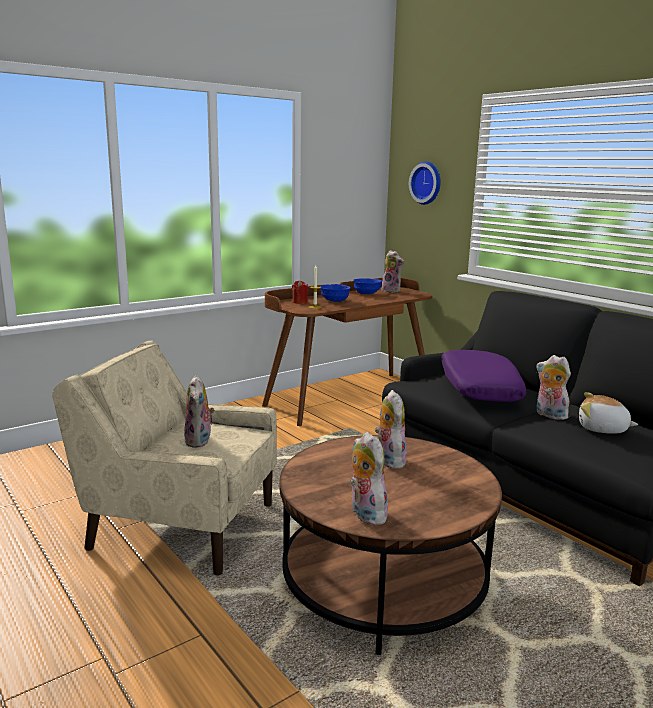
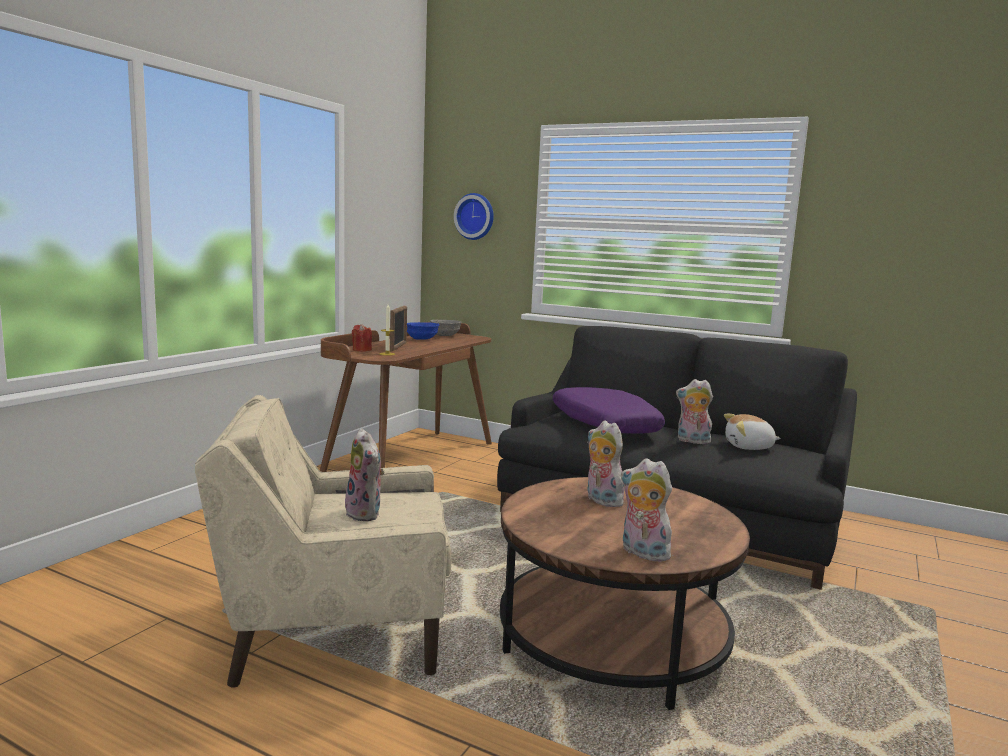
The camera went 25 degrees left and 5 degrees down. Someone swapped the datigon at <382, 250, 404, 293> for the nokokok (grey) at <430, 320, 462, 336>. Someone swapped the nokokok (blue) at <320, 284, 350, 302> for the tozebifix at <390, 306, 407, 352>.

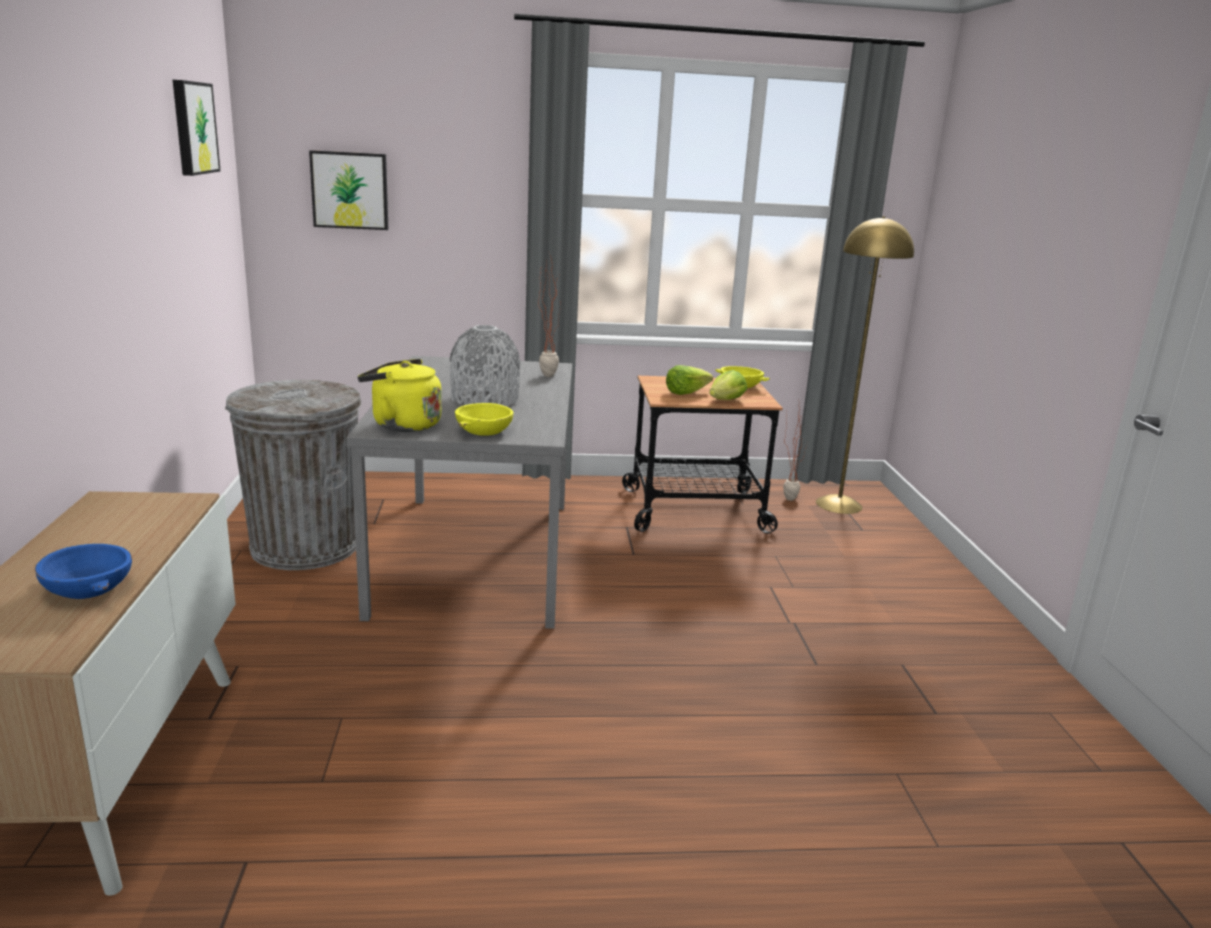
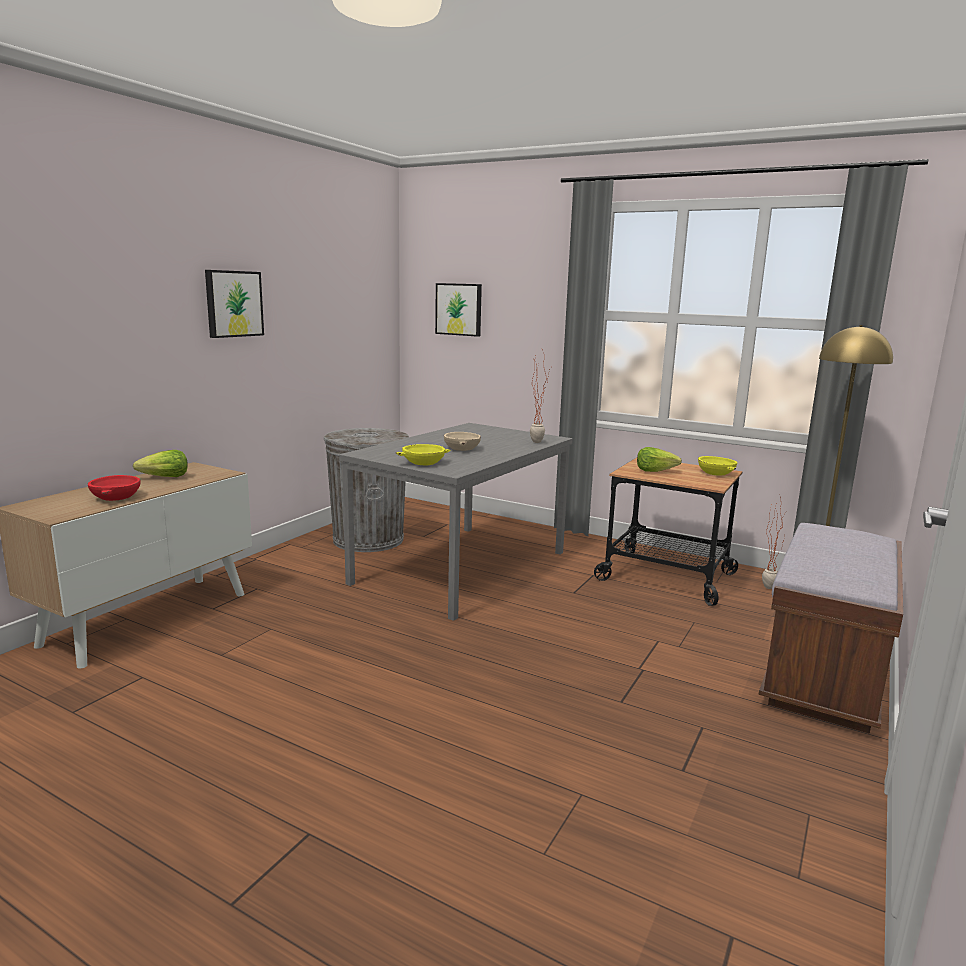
The camera went 35 degrees right and 5 degrees down. Someone carried the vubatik from <173, 80, 220, 176> to <205, 270, 264, 338>. Someone swapped the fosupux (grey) at <450, 325, 520, 407> for the nokokok (beige) at <444, 432, 481, 451>. Someone took away the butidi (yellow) at <358, 359, 442, 432>. Someone carried the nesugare from <709, 370, 747, 400> to <133, 450, 188, 477>. Someone repainted the nokokok (blue) at <35, 544, 132, 599>, which became the nokokok (red) at <88, 475, 141, 501>. Someone put down the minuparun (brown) at <758, 523, 903, 734>.

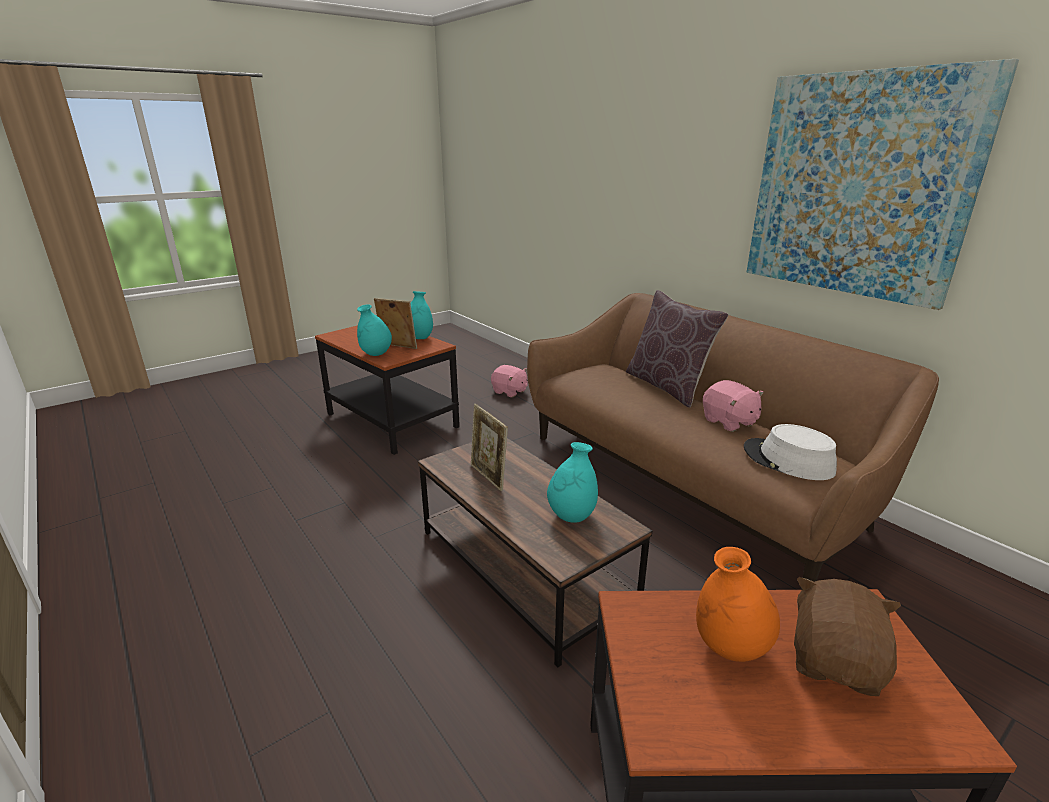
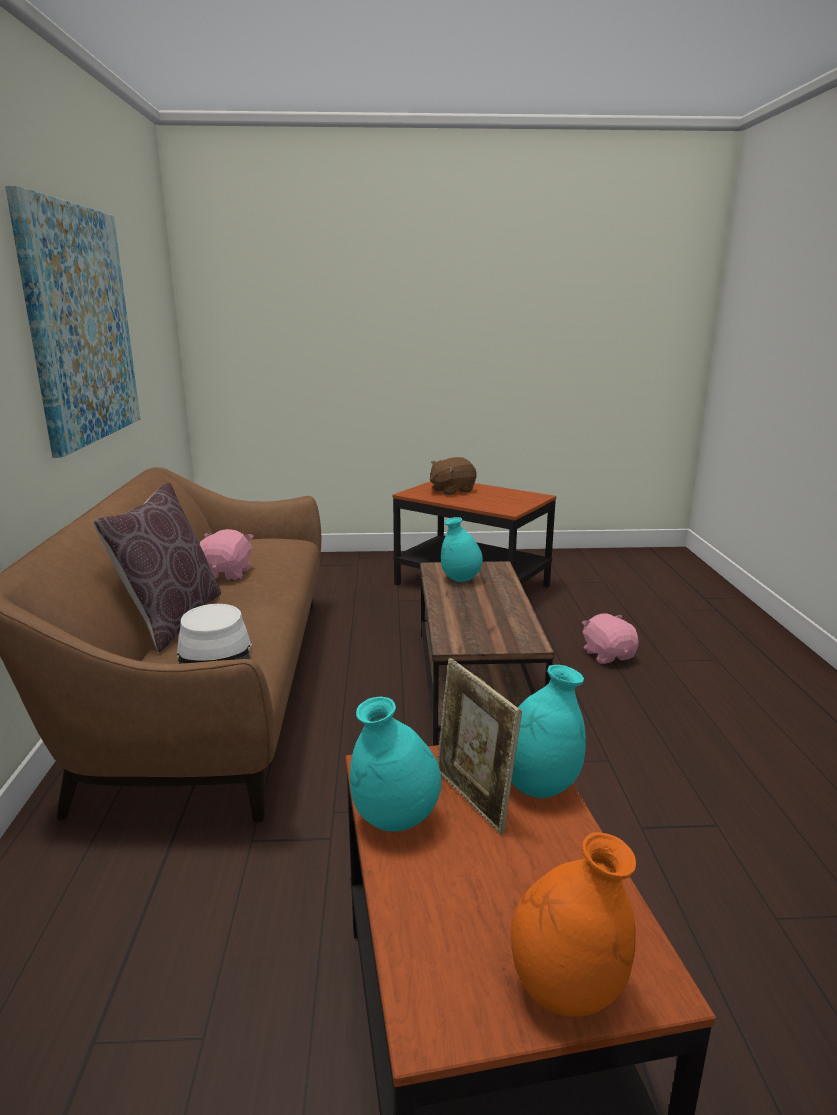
The camera went 145 degrees left and 5 degrees down. Someone carried the datigon (pink) from <491, 365, 528, 397> to <582, 614, 639, 664>. Someone took away the tozebifix at <471, 404, 508, 491>. Someone carried the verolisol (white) from <744, 424, 837, 480> to <177, 604, 252, 664>. Someone carried the fosupux (orange) from <696, 547, 780, 662> to <511, 832, 636, 1017>.

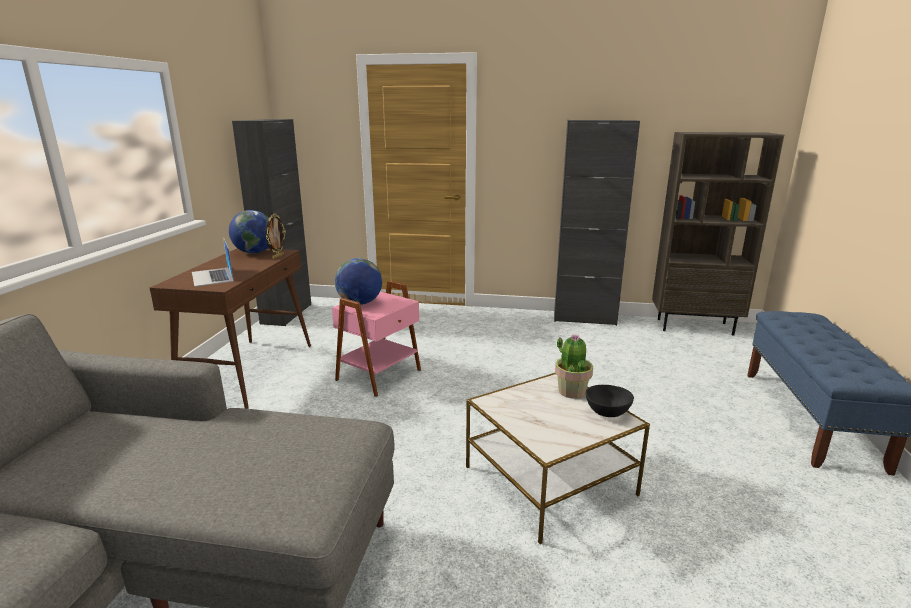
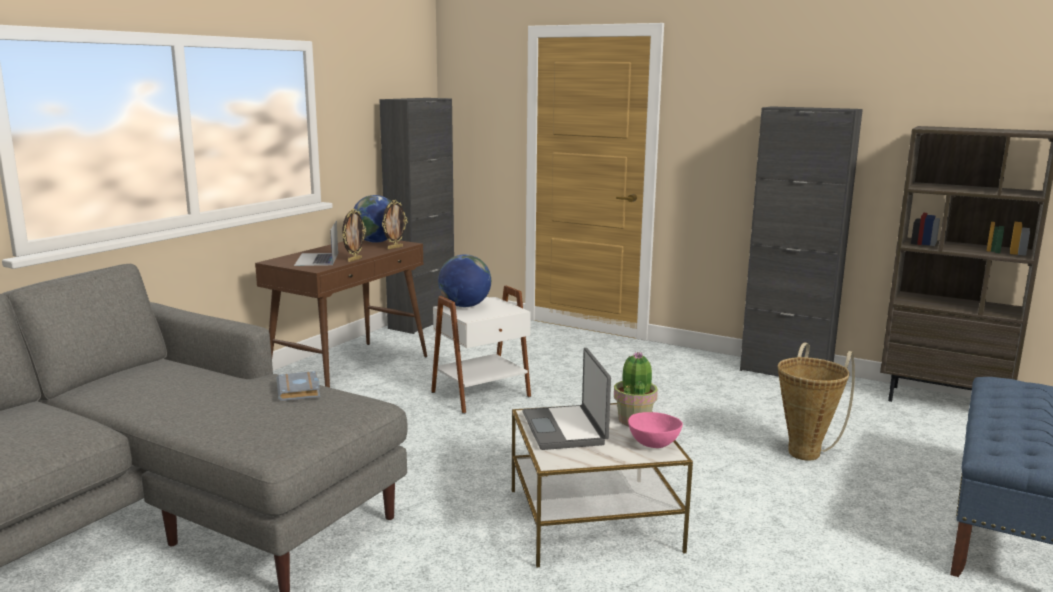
The camera went 20 degrees right and 5 degrees down. Someone repainted the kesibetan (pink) at <332, 281, 421, 397>, which became the kesibetan (white) at <431, 286, 531, 414>. Someone repainted the nokokok (black) at <586, 385, 634, 417>, which became the nokokok (pink) at <628, 412, 683, 448>. Someone put down the tozebifix at <342, 209, 366, 262>. Someone put down the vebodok at <778, 342, 855, 461>. Someone put down the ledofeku at <522, 348, 611, 450>. Someone put down the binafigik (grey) at <277, 371, 320, 401>.

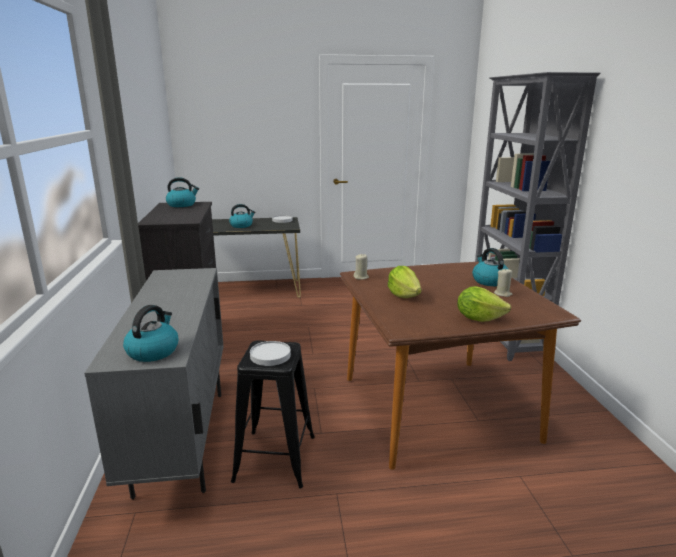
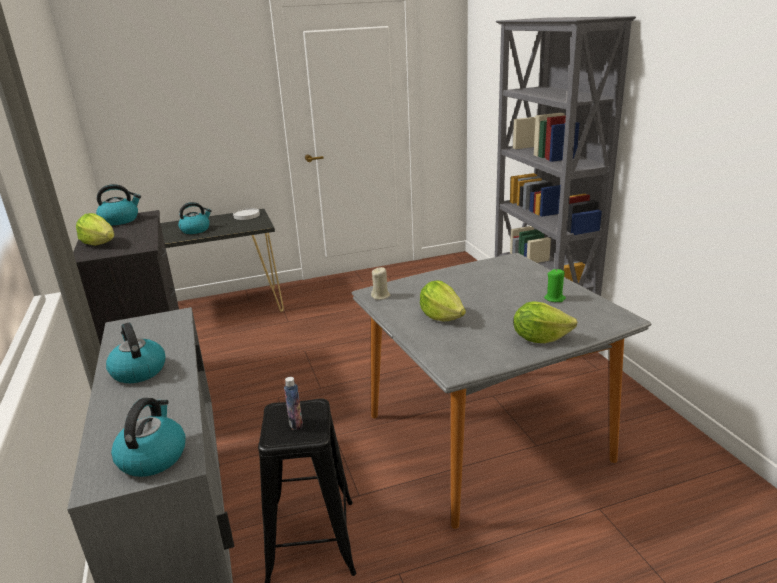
The camera went 10 degrees left and 5 degrees up. Someone carried the butidi from <473, 248, 508, 286> to <106, 323, 166, 383>. Someone repainted the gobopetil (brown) at <340, 262, 581, 470>, which became the gobopetil (grey) at <352, 253, 652, 529>. Someone repainted the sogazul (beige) at <494, 269, 512, 297>, which became the sogazul (green) at <544, 269, 566, 302>. Someone swapped the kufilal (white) at <250, 341, 291, 366> for the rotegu at <284, 377, 303, 430>. Someone put down the nesugare at <76, 213, 115, 246>.

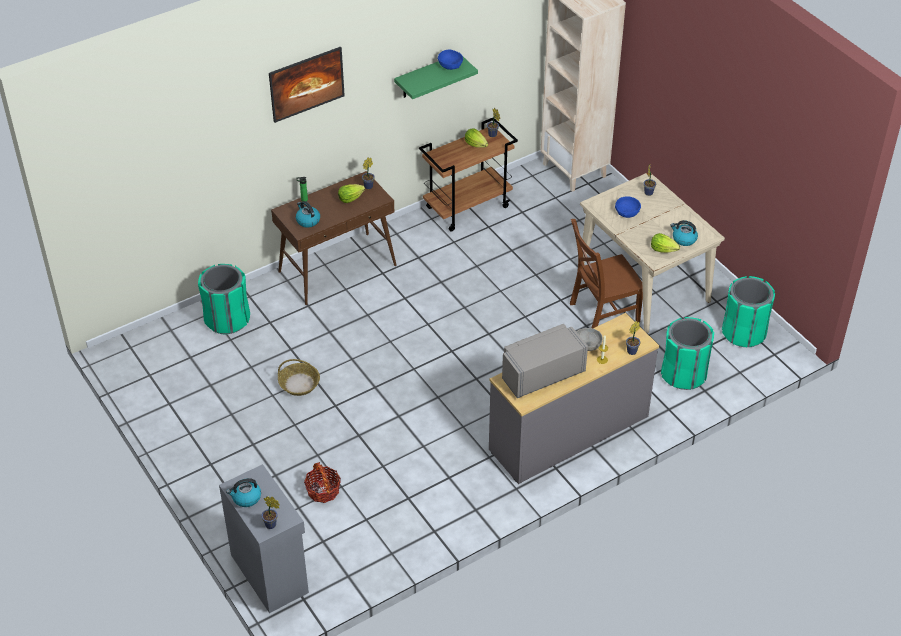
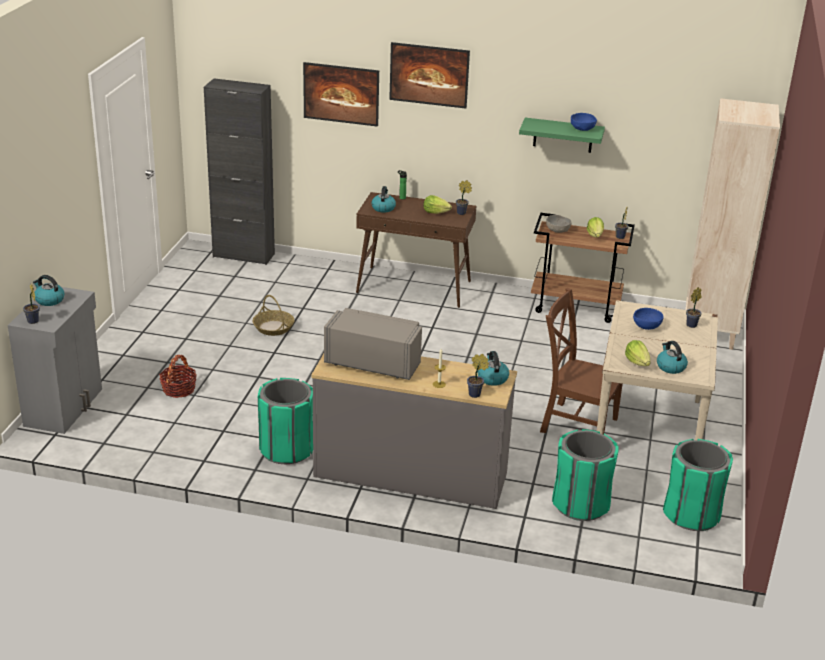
The camera went 45 degrees right and 15 degrees down. Someone carried the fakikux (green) from <198, 264, 250, 334> to <258, 378, 313, 464>. Someone carried the nokokok (grey) from <577, 328, 603, 351> to <546, 215, 572, 233>. Someone put up the vubatik at <303, 62, 379, 127>. Someone put down the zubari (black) at <204, 78, 275, 265>. Someone put down the butidi at <477, 351, 509, 386>.

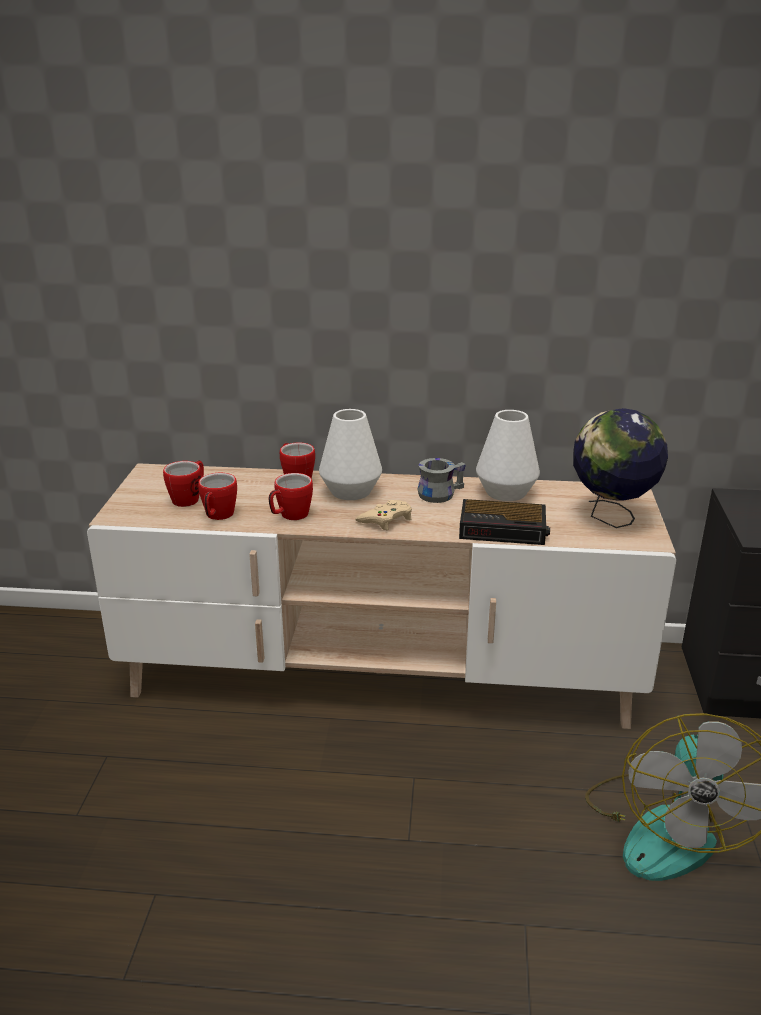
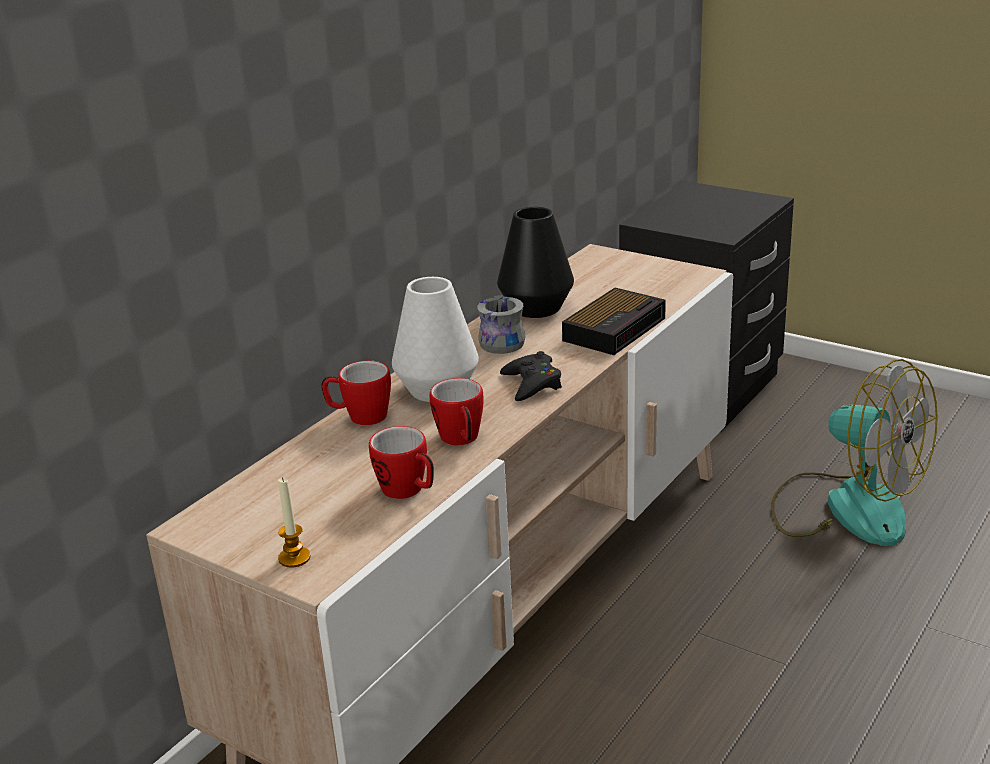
The camera went 60 degrees left and 0 degrees up. Someone took away the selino at <573, 408, 668, 528>. Someone repainted the fosupux (white) at <476, 410, 540, 501>, which became the fosupux (black) at <497, 207, 574, 318>. Someone took away the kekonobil at <163, 460, 204, 507>. Someone repainted the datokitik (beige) at <355, 500, 412, 530>, which became the datokitik (black) at <500, 351, 562, 401>. Someone put down the sogazul at <278, 477, 311, 567>.

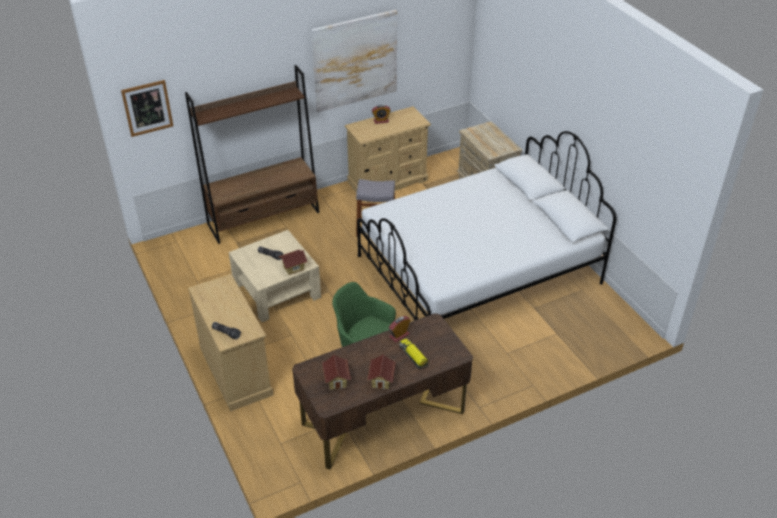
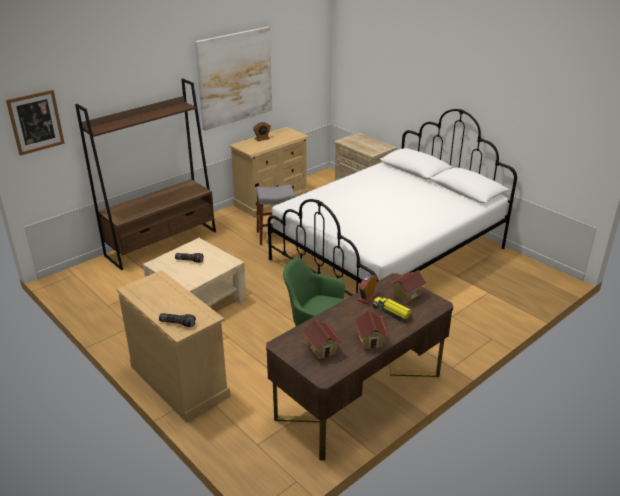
The camera went 15 degrees left and 10 degrees down. Someone carried the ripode from <278, 249, 308, 275> to <389, 270, 428, 303>.

